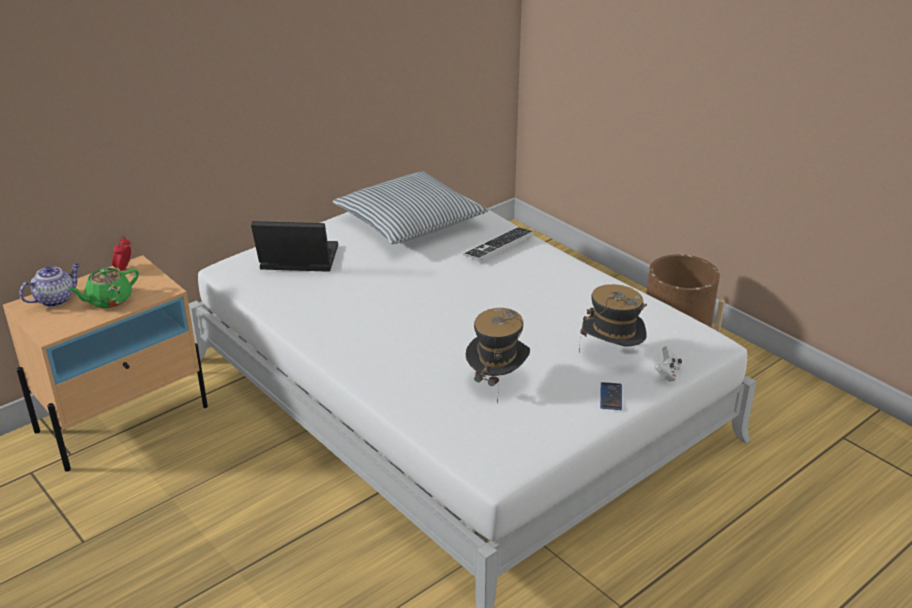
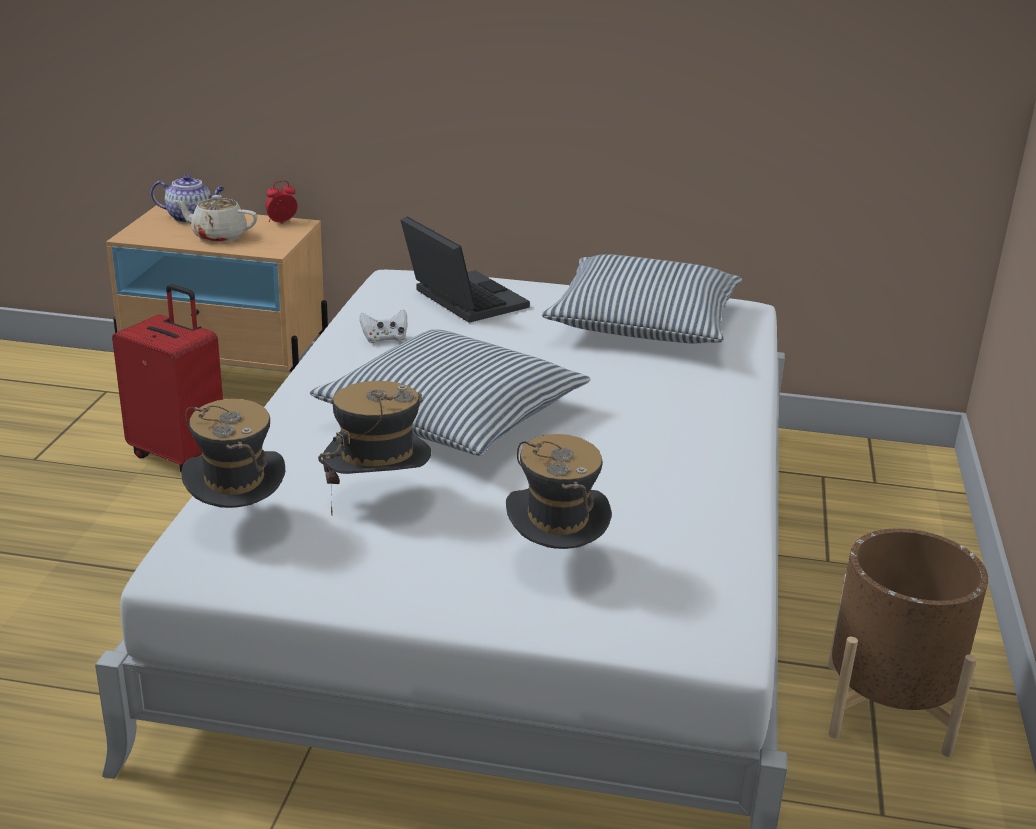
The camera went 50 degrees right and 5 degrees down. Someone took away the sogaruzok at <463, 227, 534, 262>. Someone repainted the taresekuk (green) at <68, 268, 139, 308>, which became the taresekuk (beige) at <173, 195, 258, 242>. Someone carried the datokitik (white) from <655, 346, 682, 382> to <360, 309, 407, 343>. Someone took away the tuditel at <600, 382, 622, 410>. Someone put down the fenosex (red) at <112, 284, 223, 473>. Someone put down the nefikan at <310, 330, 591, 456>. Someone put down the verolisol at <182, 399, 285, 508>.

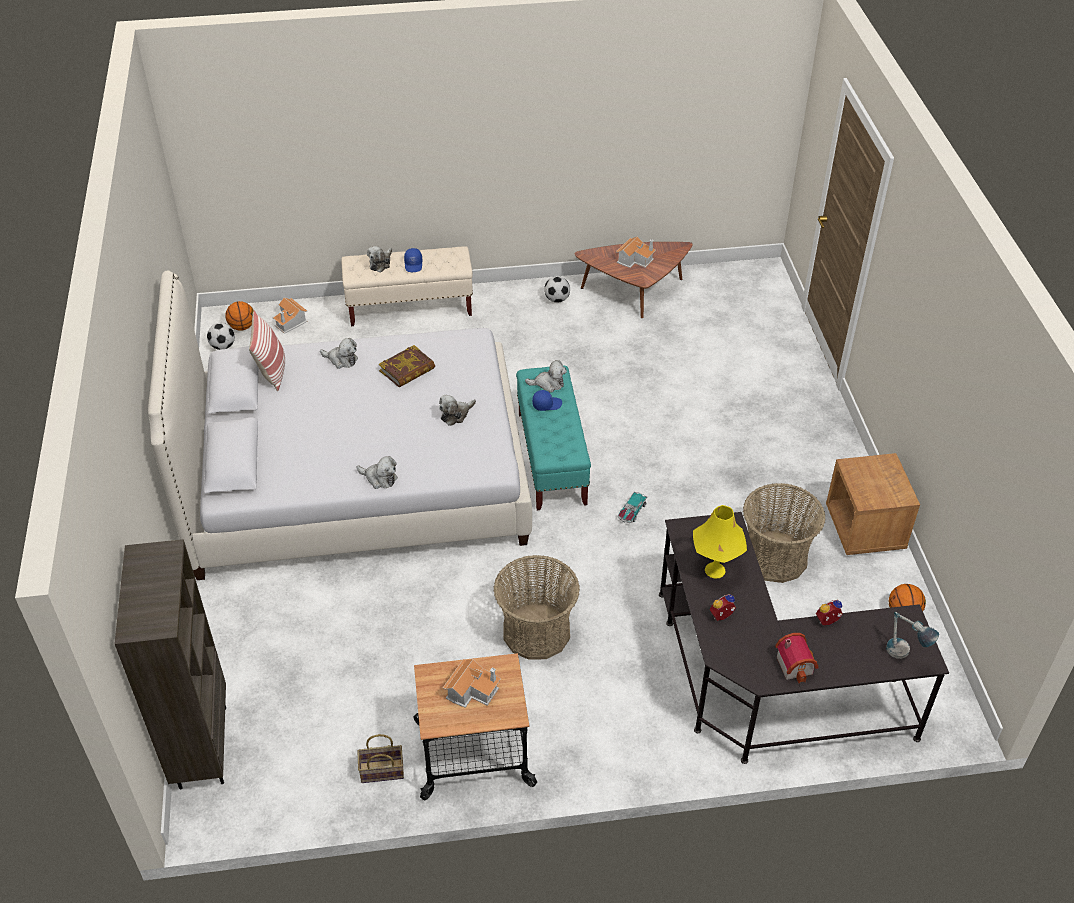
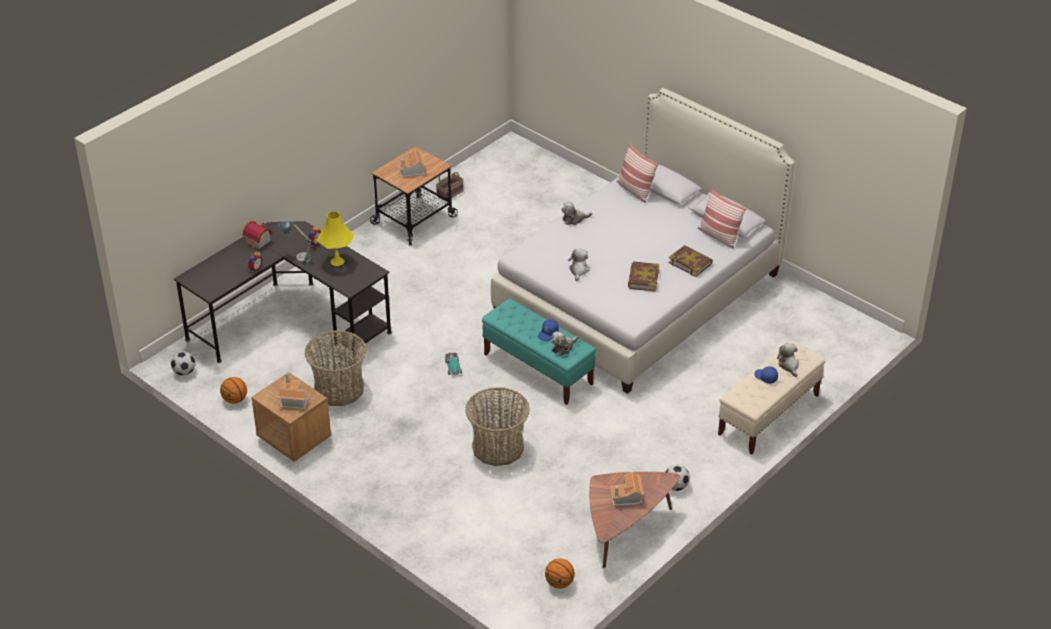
The camera went 140 degrees right and 5 degrees down. Someone carried the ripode from <273, 297, 307, 334> to <278, 373, 308, 409>. Someone carried the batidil from <226, 301, 254, 331> to <545, 558, 575, 589>. Someone carried the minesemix from <207, 323, 235, 350> to <171, 351, 195, 376>. Someone swapped the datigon at <320, 338, 358, 369> for the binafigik at <669, 245, 713, 277>. Someone took away the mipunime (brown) at <115, 539, 226, 789>. Someone carried the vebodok from <493, 555, 580, 660> to <465, 387, 530, 466>. Someone carried the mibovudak from <886, 612, 939, 659> to <278, 219, 312, 263>. Someone put down the nefikan at <617, 144, 658, 203>.

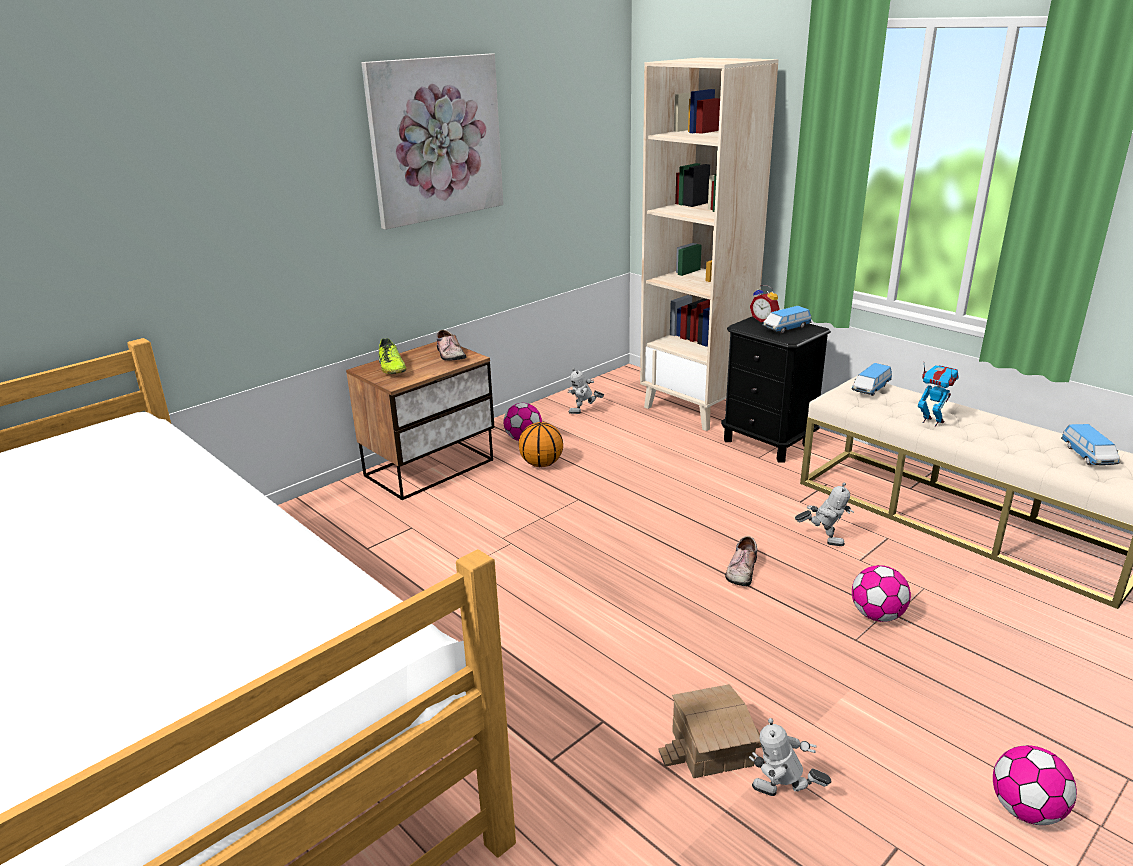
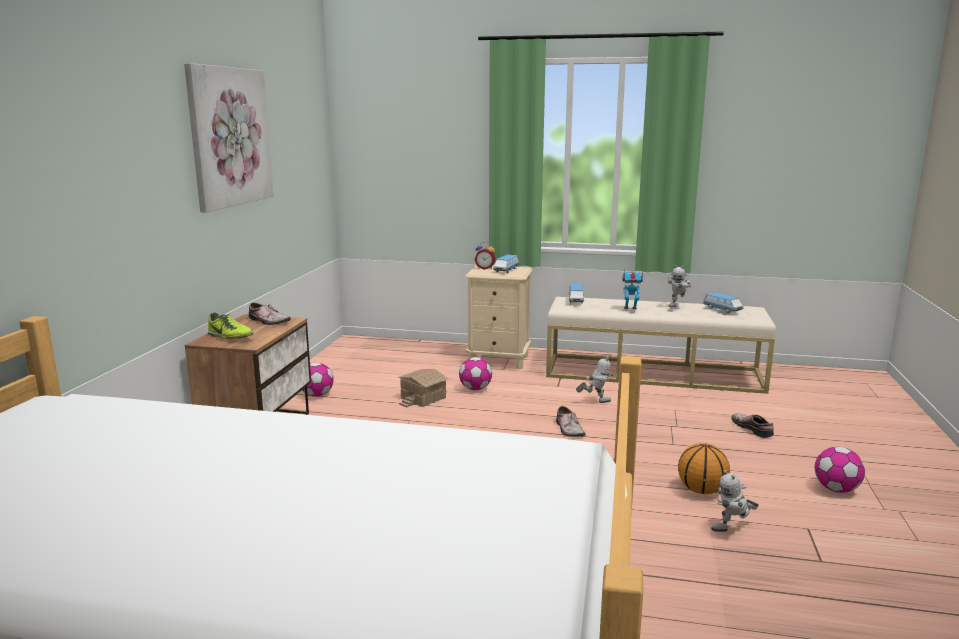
The camera went 35 degrees left and 10 degrees down. Someone took away the mipunime (beige) at <640, 58, 779, 431>. Someone repainted the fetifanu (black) at <721, 316, 831, 463>, which became the fetifanu (beige) at <465, 265, 533, 369>. Someone carried the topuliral from <568, 368, 604, 414> to <668, 265, 691, 308>. Someone carried the batidil from <519, 422, 563, 467> to <678, 443, 730, 494>. Someone carried the minesemix from <852, 565, 911, 622> to <459, 357, 492, 390>. Someone carried the ripode from <659, 684, 762, 778> to <398, 369, 449, 407>. Someone put down the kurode at <731, 413, 774, 438>.

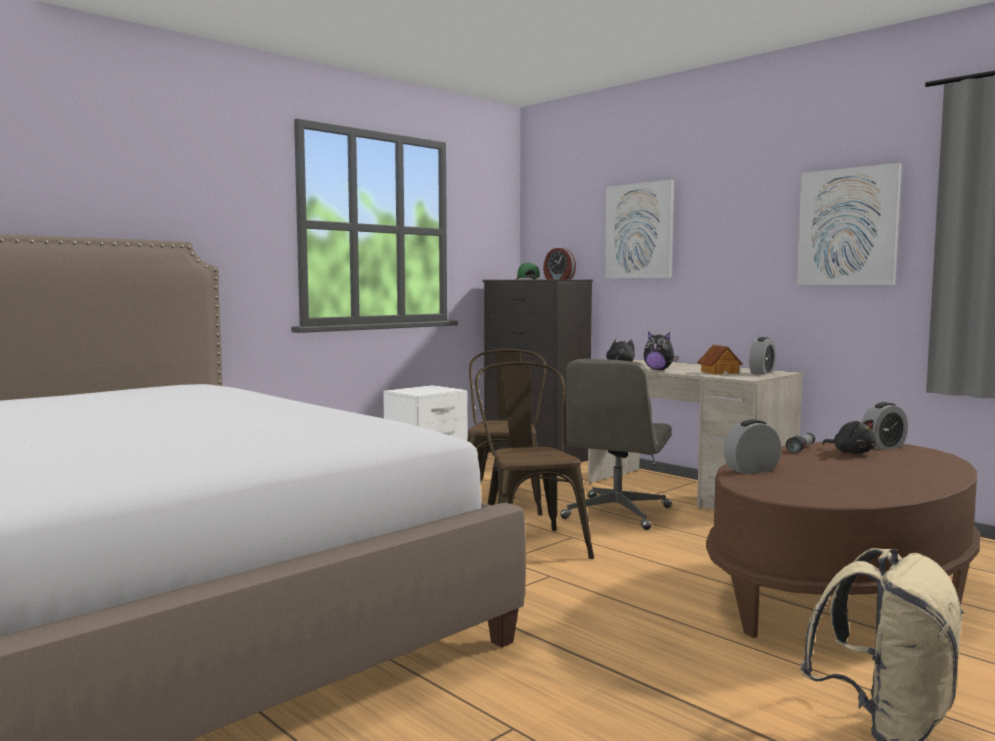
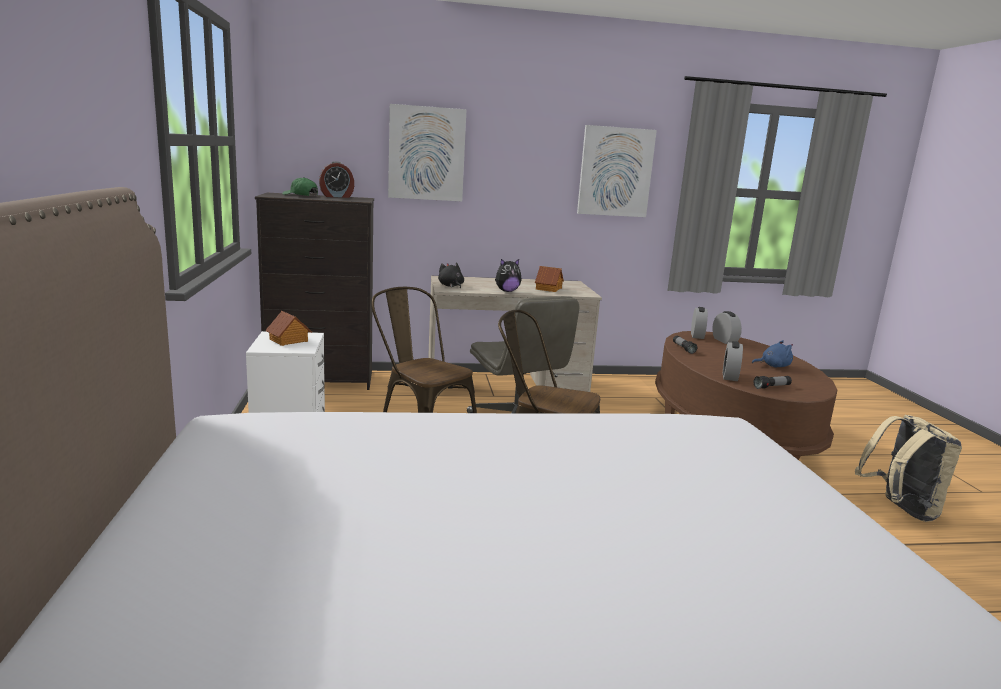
The camera went 55 degrees left and 10 degrees up. Someone carried the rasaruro from <749, 337, 776, 375> to <712, 311, 742, 344>. Someone took away the datigon (black) at <822, 420, 876, 454>. Someone put down the ripode at <265, 311, 312, 346>. Someone put down the datigon (blue) at <752, 340, 793, 367>. Someone put down the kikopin at <753, 376, 792, 389>.

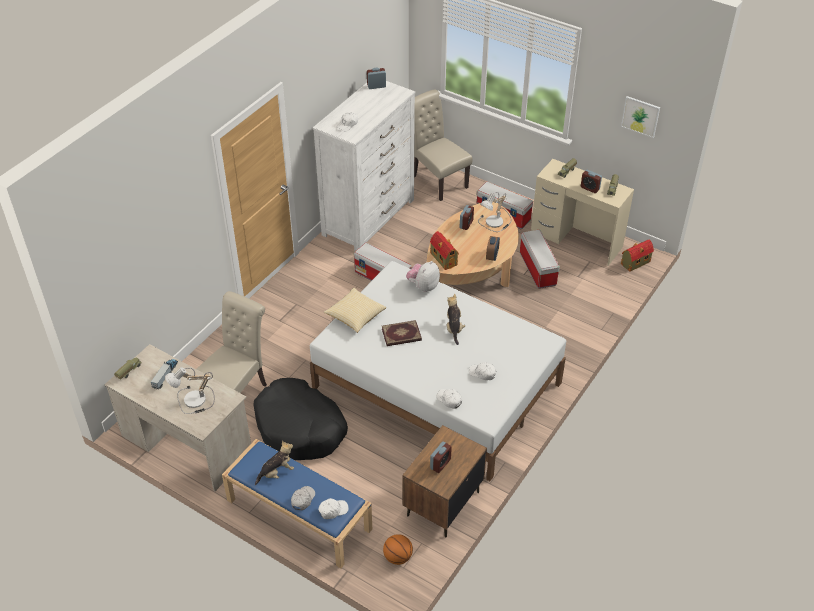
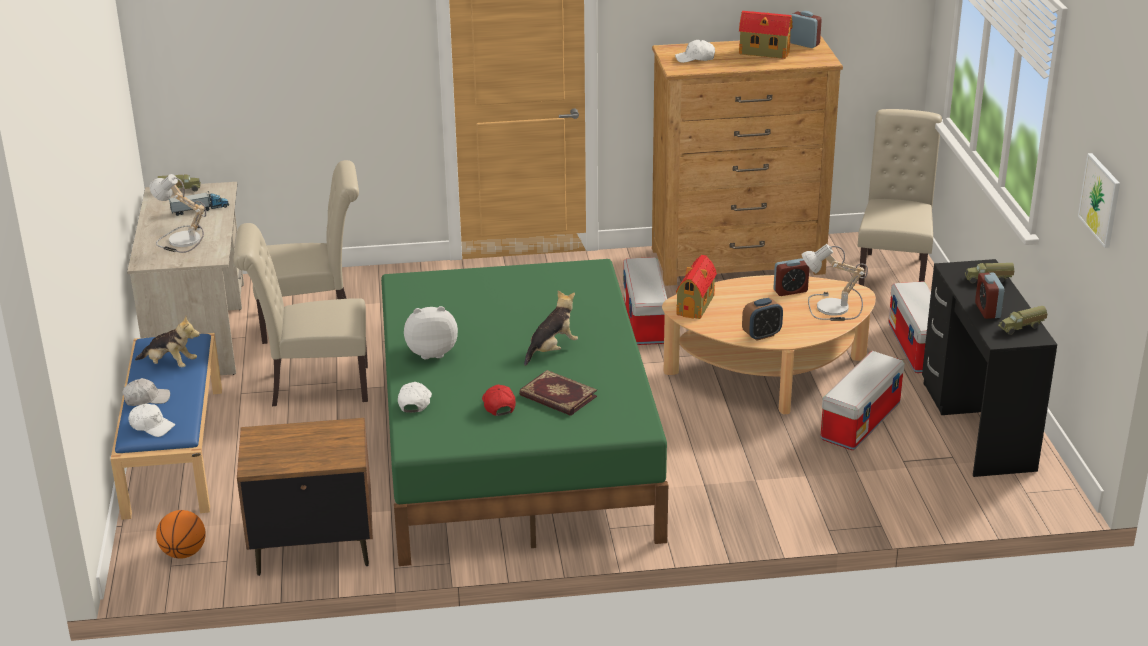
The camera went 50 degrees right and 15 degrees down. Someone repainted the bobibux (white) at <313, 81, 415, 251>, which became the bobibux (brown) at <652, 36, 843, 286>. Someone repainted the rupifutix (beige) at <531, 159, 634, 266>, which became the rupifutix (black) at <922, 259, 1057, 477>. Someone carried the ripode from <621, 239, 654, 272> to <739, 11, 793, 59>. Someone repainted the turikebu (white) at <310, 261, 566, 481>, which became the turikebu (green) at <381, 259, 668, 566>. Someone carried the datigon from <406, 261, 440, 292> to <404, 306, 458, 359>. Someone took away the nefikan at <324, 288, 386, 333>. Someone carried the binafigik from <382, 320, 422, 346> to <519, 370, 597, 416>. Someone repainted the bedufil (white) at <469, 362, 496, 380>, which became the bedufil (red) at <482, 385, 516, 416>. Someone swapped the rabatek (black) at <253, 378, 348, 460> for the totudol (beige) at <234, 223, 368, 406>. Someone took away the rasaruro at <430, 442, 452, 473>.

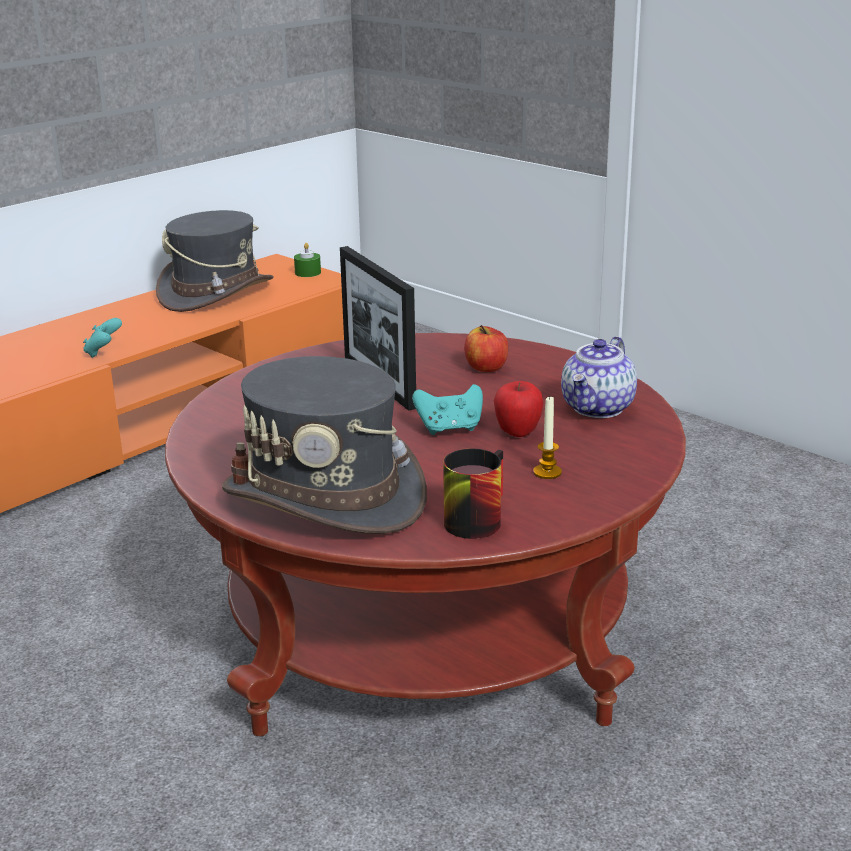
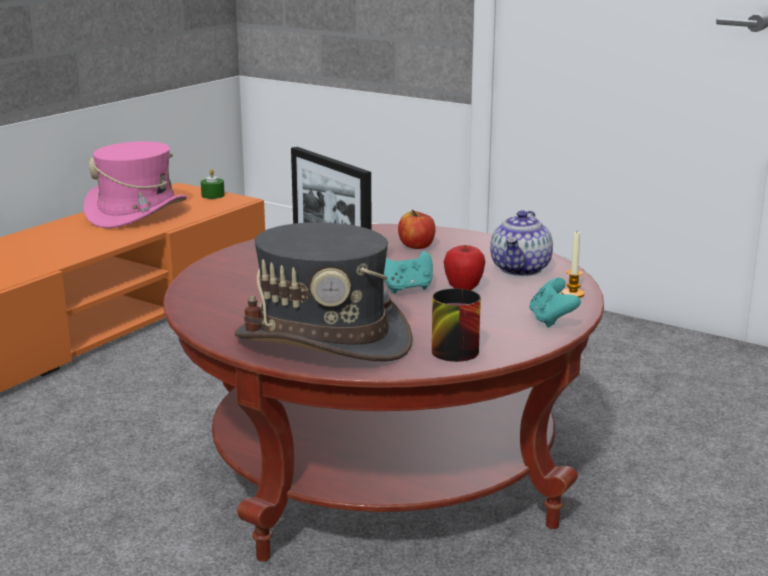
The camera went 10 degrees left and 5 degrees down. Someone repainted the verolisol (grey) at <156, 210, 274, 312>, which became the verolisol (pink) at <83, 141, 187, 228>. Someone carried the datokitik (turquoise) from <83, 318, 122, 358> to <529, 278, 581, 328>. Someone carried the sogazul from <533, 397, 562, 479> to <562, 232, 585, 298>.

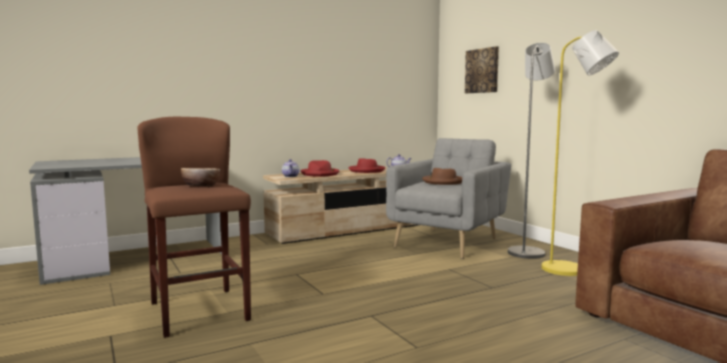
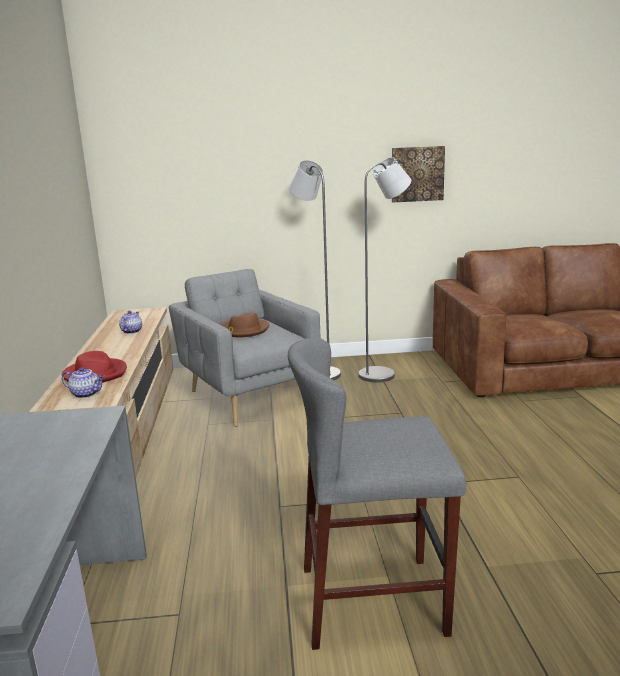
The camera went 65 degrees left and 10 degrees up. Someone repainted the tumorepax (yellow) at <542, 30, 619, 276>, which became the tumorepax (grey) at <359, 157, 411, 382>. Someone carried the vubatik from <465, 46, 499, 93> to <392, 146, 445, 202>. Someone repainted the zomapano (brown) at <137, 117, 251, 338>, which became the zomapano (grey) at <288, 338, 466, 650>. Someone took away the verolisol (red) at <349, 158, 385, 173>. Someone took away the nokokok at <181, 168, 221, 186>.

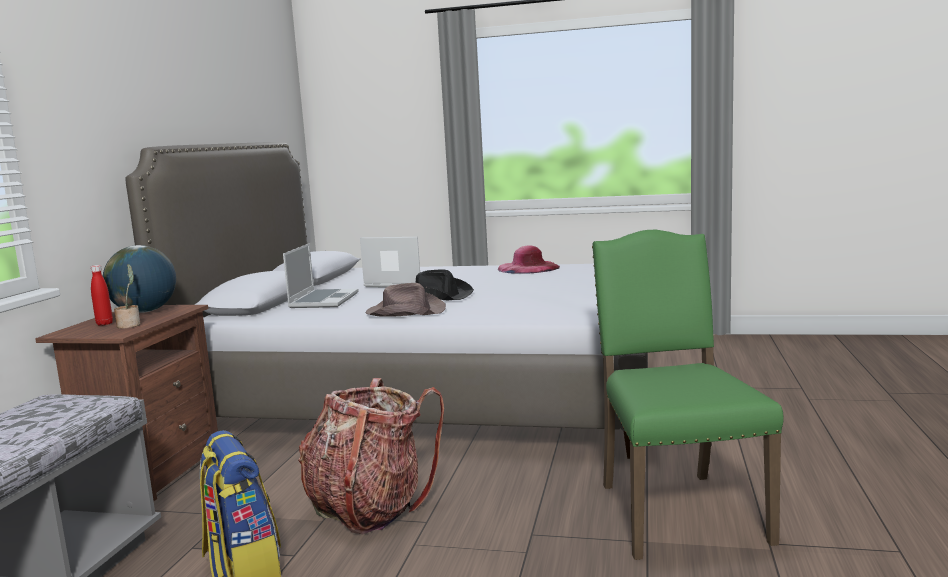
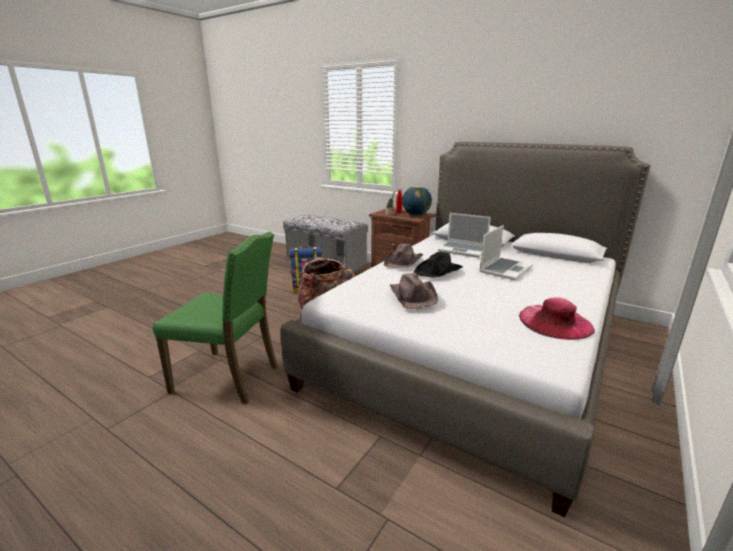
The camera went 110 degrees right and 10 degrees up. Someone put down the verolisol (brown) at <390, 273, 438, 309>.

